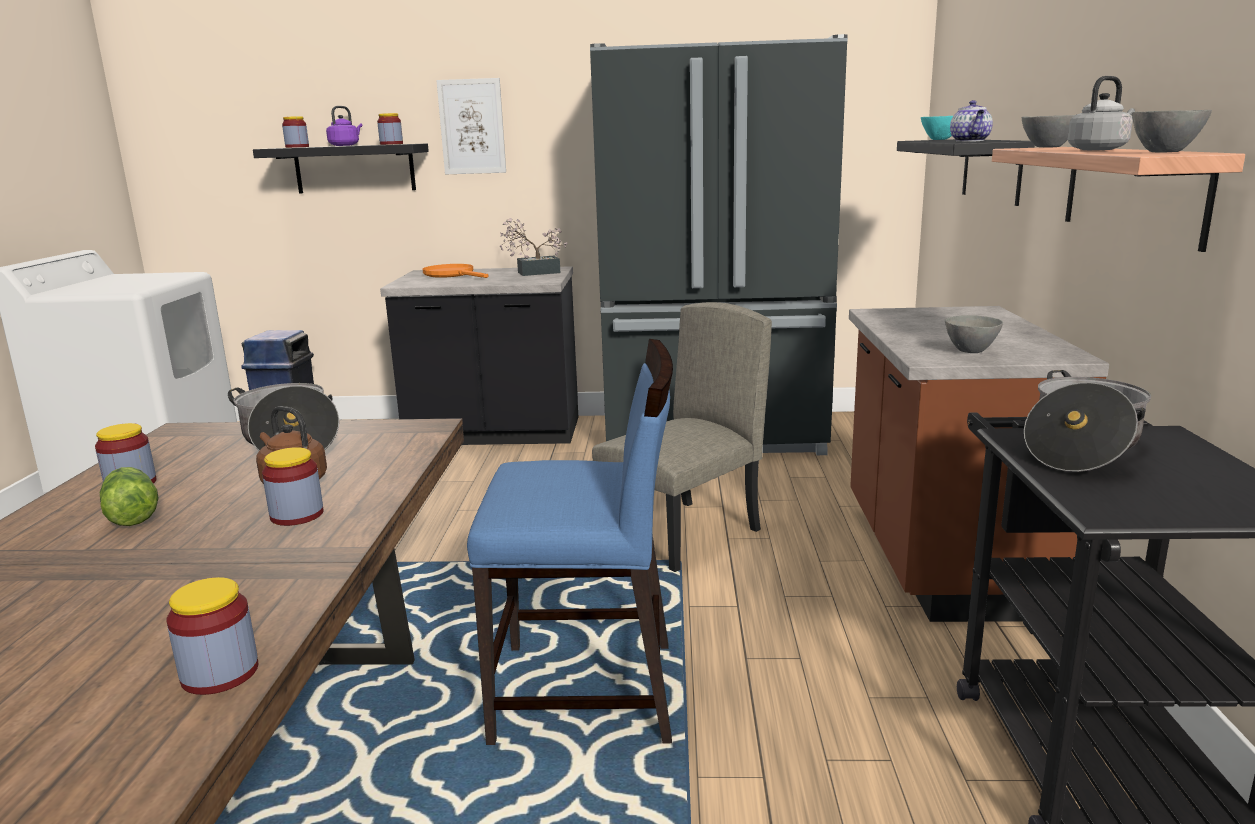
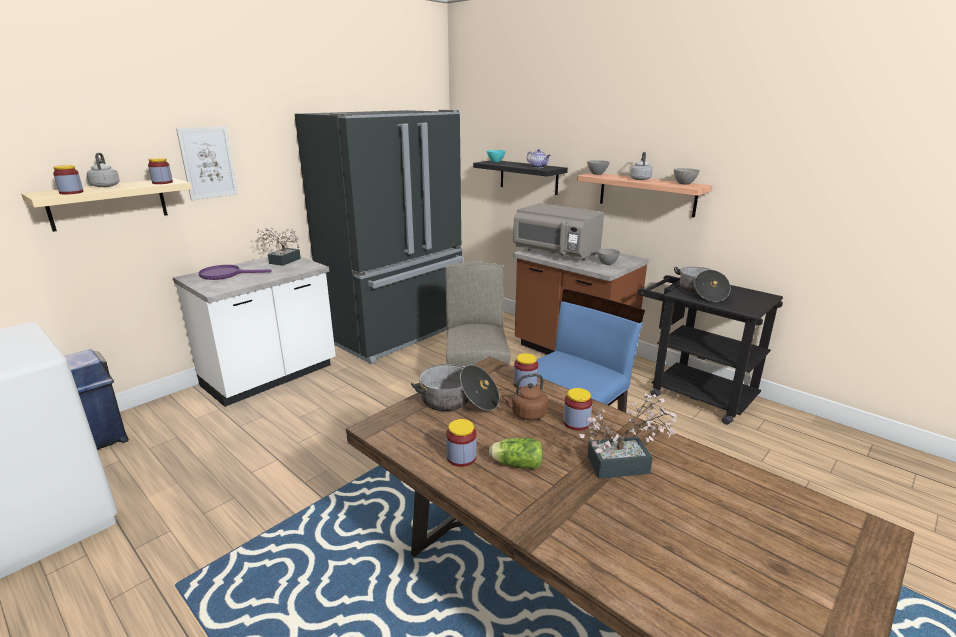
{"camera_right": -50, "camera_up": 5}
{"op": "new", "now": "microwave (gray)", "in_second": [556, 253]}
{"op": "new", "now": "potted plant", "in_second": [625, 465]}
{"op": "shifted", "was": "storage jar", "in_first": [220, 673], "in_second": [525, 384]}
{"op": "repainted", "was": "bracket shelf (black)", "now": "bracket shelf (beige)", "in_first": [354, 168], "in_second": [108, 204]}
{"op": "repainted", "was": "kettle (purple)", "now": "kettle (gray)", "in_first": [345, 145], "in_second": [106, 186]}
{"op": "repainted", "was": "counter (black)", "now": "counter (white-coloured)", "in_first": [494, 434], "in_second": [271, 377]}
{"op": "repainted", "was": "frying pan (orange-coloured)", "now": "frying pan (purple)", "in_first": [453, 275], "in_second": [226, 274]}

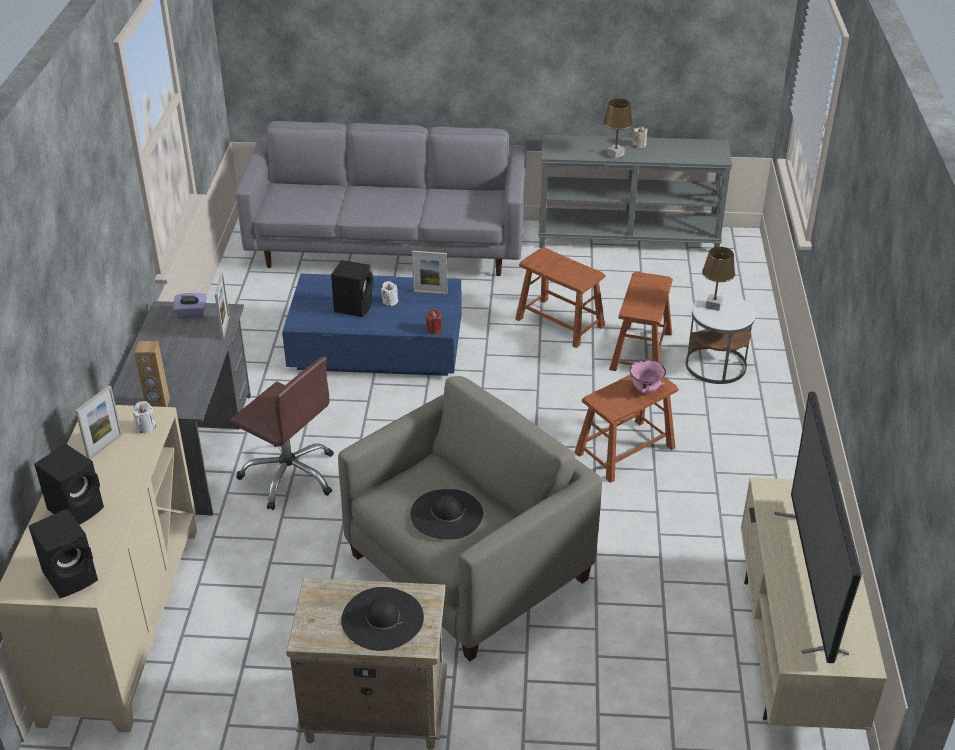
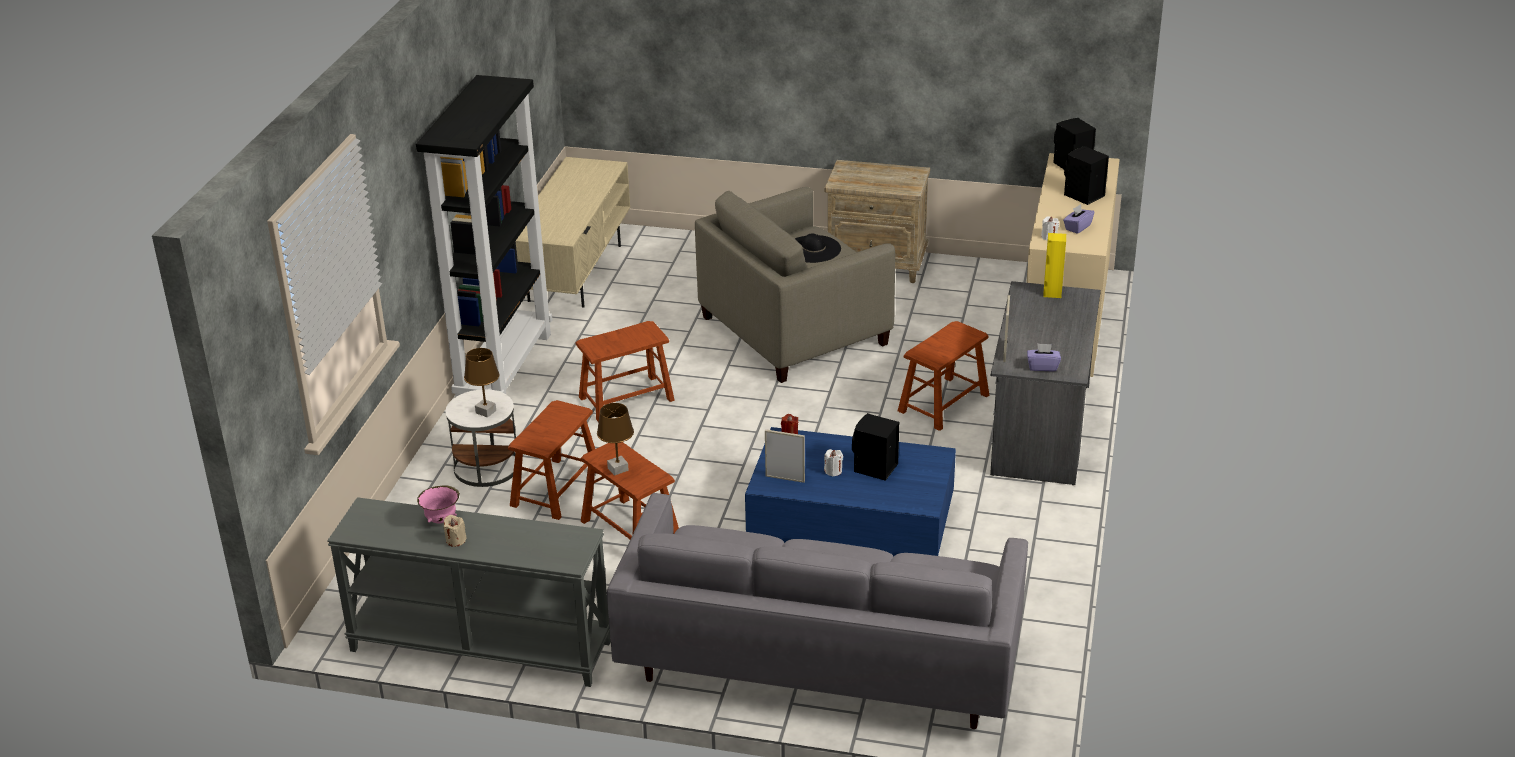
{"camera_right": -170, "camera_up": -5}
{"op": "gone", "was": "hat (black)", "in_first": [382, 618]}
{"op": "gone", "was": "TV", "in_first": [810, 579]}
{"op": "new", "now": "bookcase (black)", "in_second": [504, 368]}
{"op": "shifted", "was": "lamp for a table (brown-coloured)", "in_first": [615, 154], "in_second": [618, 469]}
{"op": "shifted", "was": "deep dish (pink)", "in_first": [645, 389], "in_second": [441, 520]}
{"op": "swapped", "was": "photo frame", "now": "tissue box (purple)", "in_first": [105, 446], "in_second": [1077, 227]}
{"op": "swapped", "was": "office chair (brown-coloured)", "now": "stool (brown-coloured)", "in_first": [290, 475], "in_second": [943, 403]}
{"op": "repainted", "was": "loudspeaker (brown-coloured)", "now": "loudspeaker (yellowish)", "in_first": [158, 404], "in_second": [1052, 293]}

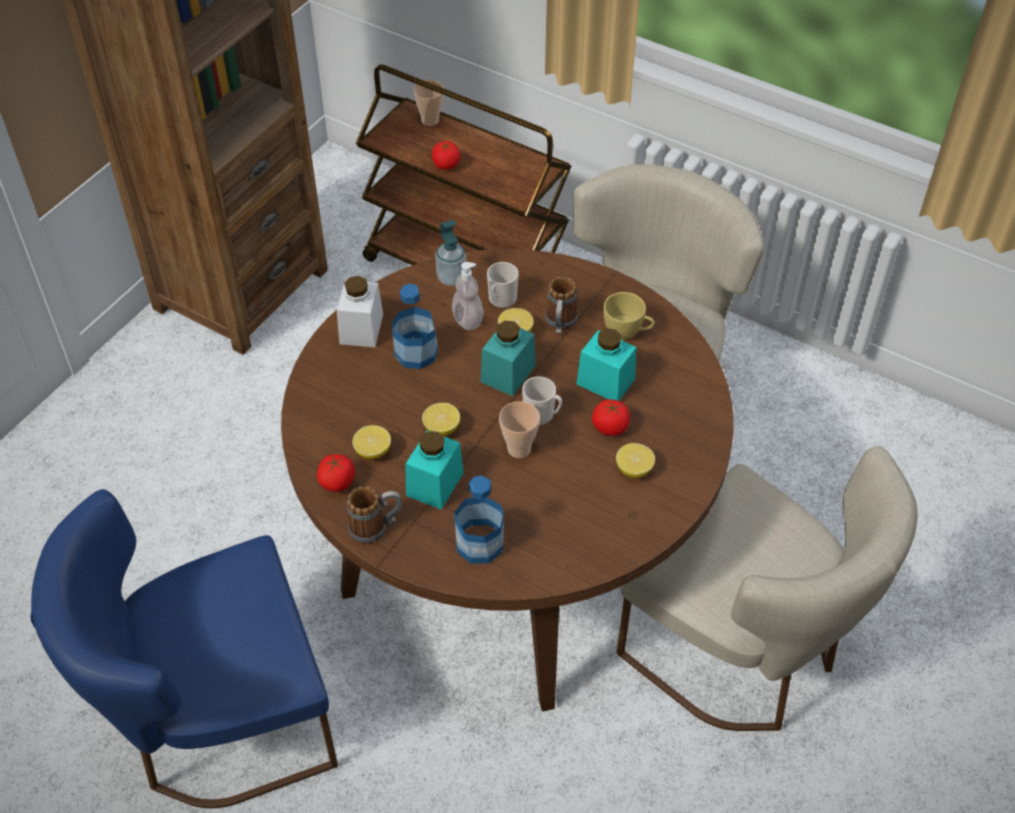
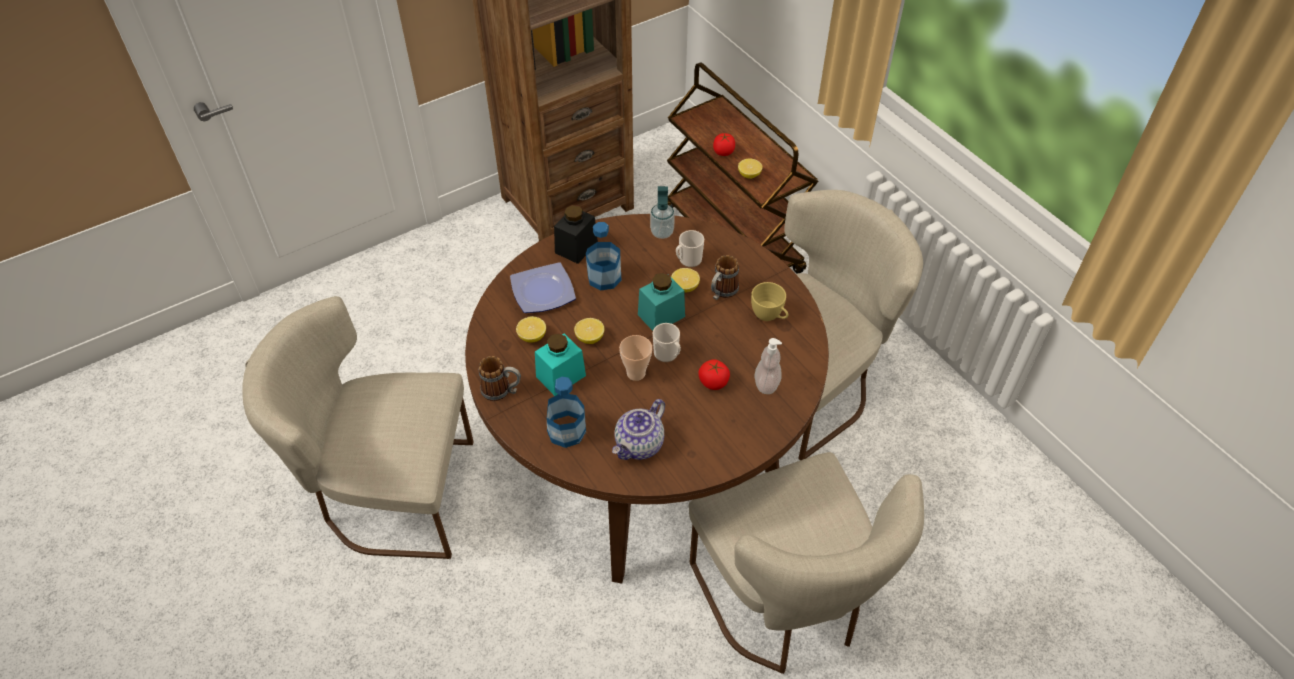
{"camera_right": 25, "camera_up": 0}
{"op": "gone", "was": "tomato", "in_first": [337, 482]}
{"op": "gone", "was": "small cup", "in_first": [430, 120]}
{"op": "gone", "was": "storage jar (blue-green)", "in_first": [605, 381]}
{"op": "new", "now": "flat dish", "in_second": [544, 292]}
{"op": "new", "now": "pot for tea", "in_second": [639, 445]}
{"op": "shifted", "was": "soap bottle", "in_first": [468, 320], "in_second": [766, 384]}
{"op": "shifted", "was": "lemon", "in_first": [634, 469], "in_second": [749, 175]}
{"op": "repainted", "was": "chair (blue)", "now": "chair (beige)", "in_first": [218, 722], "in_second": [390, 494]}
{"op": "repainted", "was": "storage jar (white-coloured)", "now": "storage jar (black)", "in_first": [361, 329], "in_second": [576, 247]}

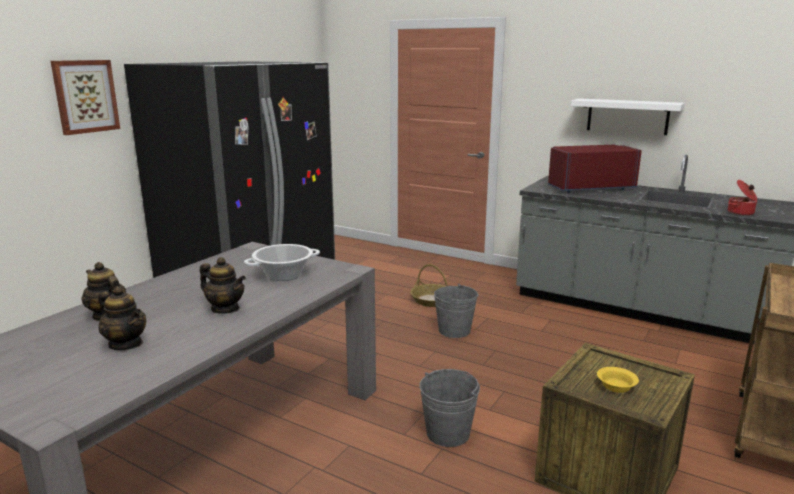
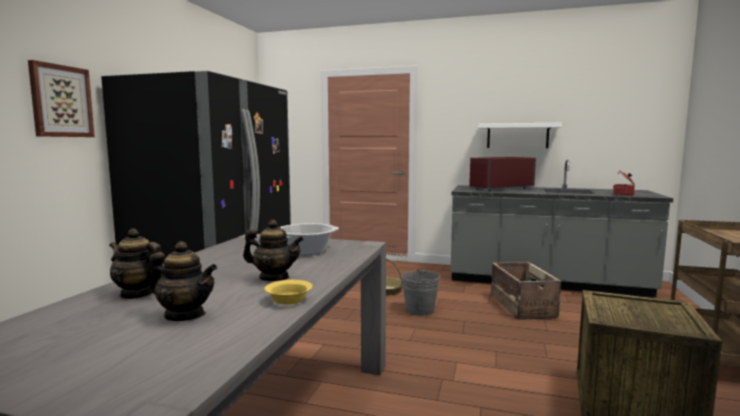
{"camera_right": -15, "camera_up": -10}
{"op": "gone", "was": "pail (gray)", "in_first": [448, 433]}
{"op": "new", "now": "crate", "in_second": [522, 307]}
{"op": "shifted", "was": "deep dish (yellowish)", "in_first": [617, 386], "in_second": [290, 299]}

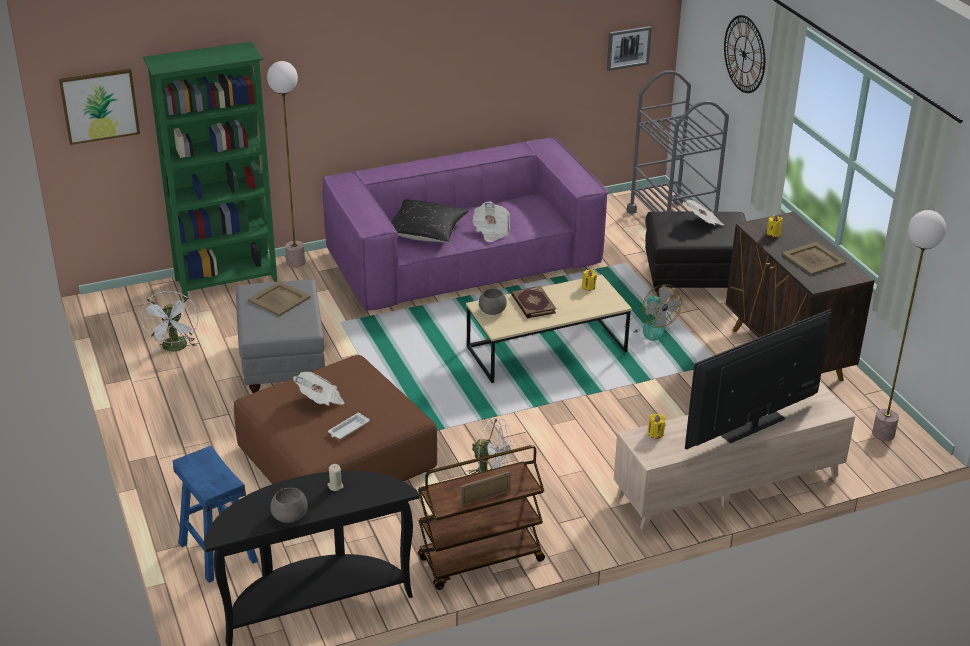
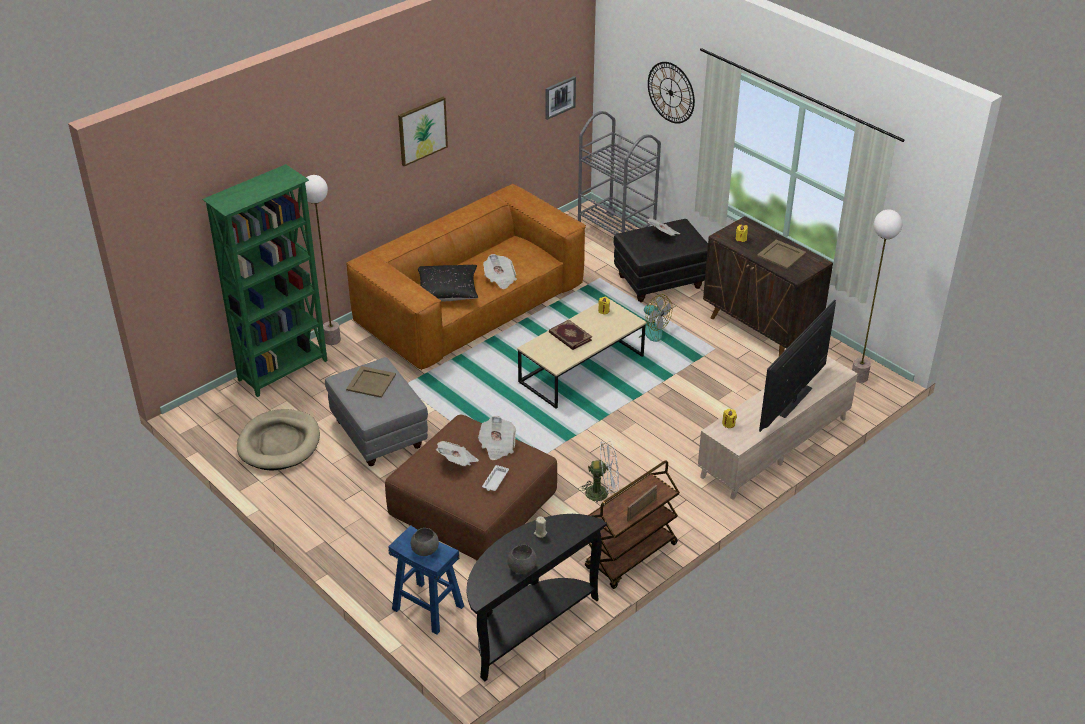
{"camera_right": -20, "camera_up": 5}
{"op": "new", "now": "printed paper", "in_second": [497, 446]}
{"op": "shifted", "was": "wall picture", "in_first": [99, 106], "in_second": [422, 130]}
{"op": "shifted", "was": "deep dish (gray)", "in_first": [492, 311], "in_second": [424, 550]}
{"op": "swapped", "was": "fan (white-coloured)", "now": "dog bed (beige)", "in_first": [175, 348], "in_second": [279, 443]}
{"op": "repainted", "was": "couch (purple)", "now": "couch (brown-coloured)", "in_first": [464, 259], "in_second": [470, 304]}

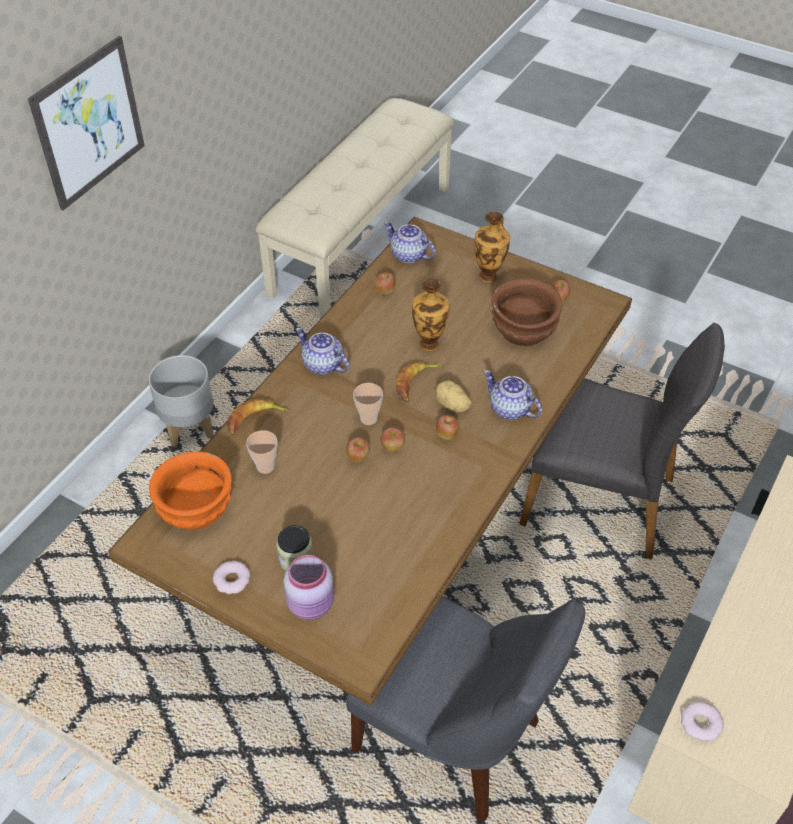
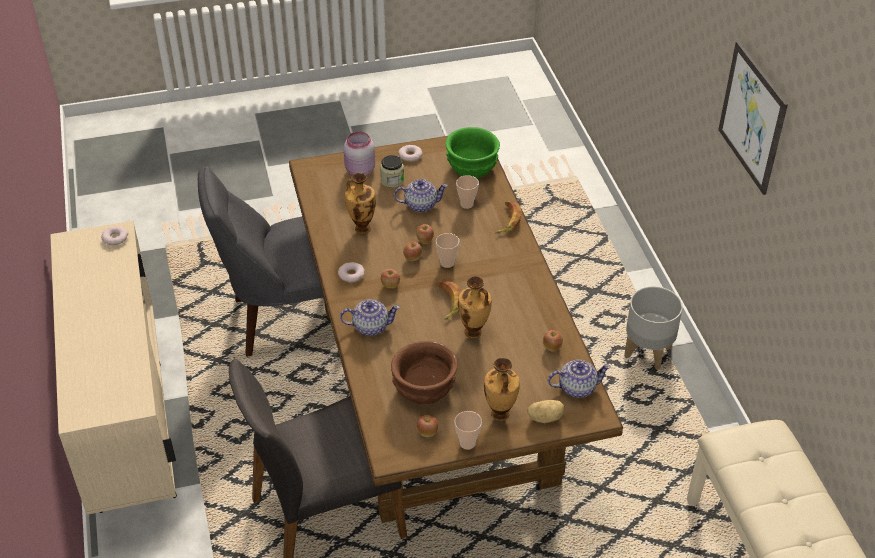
{"camera_right": 135, "camera_up": -5}
{"op": "new", "now": "donut", "in_second": [351, 274]}
{"op": "new", "now": "vase", "in_second": [361, 227]}
{"op": "new", "now": "small cup", "in_second": [467, 443]}
{"op": "shifted", "was": "pot for tea", "in_first": [323, 365], "in_second": [420, 205]}
{"op": "shifted", "was": "spud", "in_first": [452, 405], "in_second": [545, 417]}
{"op": "repainted", "was": "deep dish (orange-coloured)", "now": "deep dish (greenish)", "in_first": [195, 509], "in_second": [472, 166]}

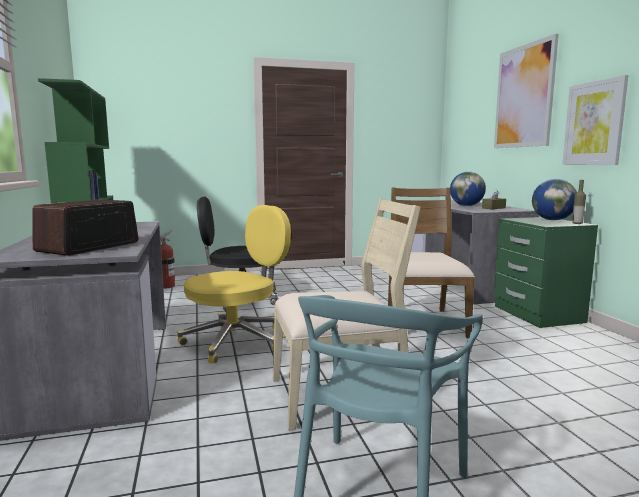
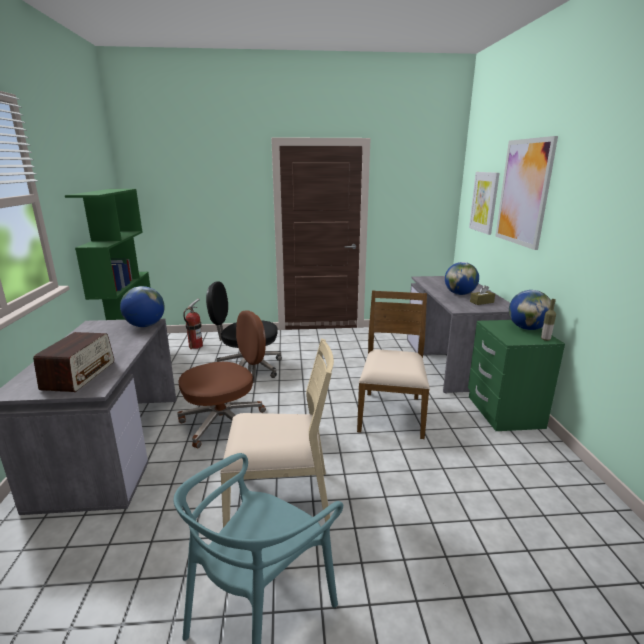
{"camera_right": 10, "camera_up": 10}
{"op": "new", "now": "world globe", "in_second": [145, 325]}
{"op": "shifted", "was": "wall picture", "in_first": [594, 123], "in_second": [484, 202]}
{"op": "repainted", "was": "office chair (yellowish)", "now": "office chair (brown-coloured)", "in_first": [237, 341], "in_second": [225, 422]}
{"op": "rotated", "was": "radio", "in_first": [88, 247], "in_second": [79, 375], "clockwise": 150}

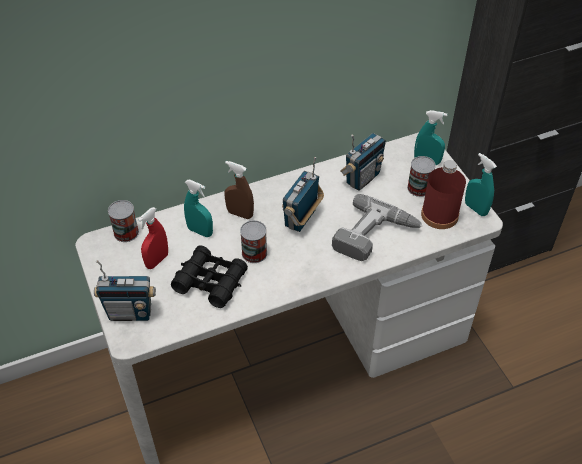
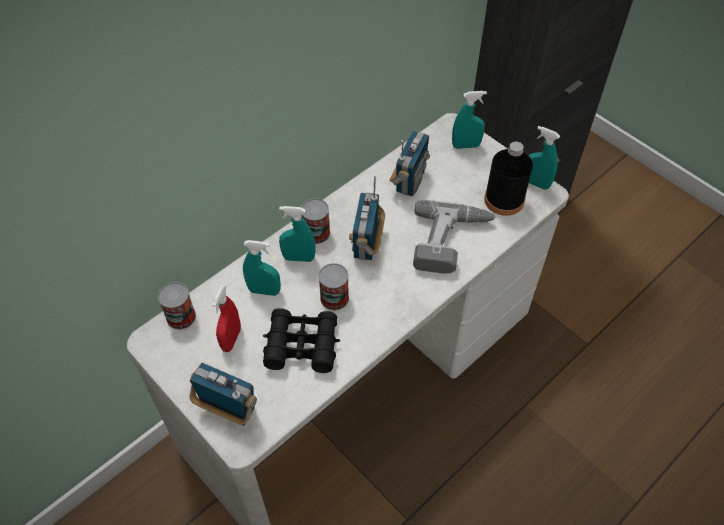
{"camera_right": -20, "camera_up": 5}
{"op": "shifted", "was": "sealed can", "in_first": [419, 188], "in_second": [316, 233]}
{"op": "repainted", "was": "spray bottle (brown-coloured)", "now": "spray bottle (blue-green)", "in_first": [240, 214], "in_second": [299, 258]}
{"op": "repainted", "was": "drink bottle (red-coloured)", "now": "drink bottle (black)", "in_first": [439, 215], "in_second": [504, 200]}
{"op": "rotated", "was": "radio", "in_first": [130, 313], "in_second": [229, 410], "clockwise": -135}

